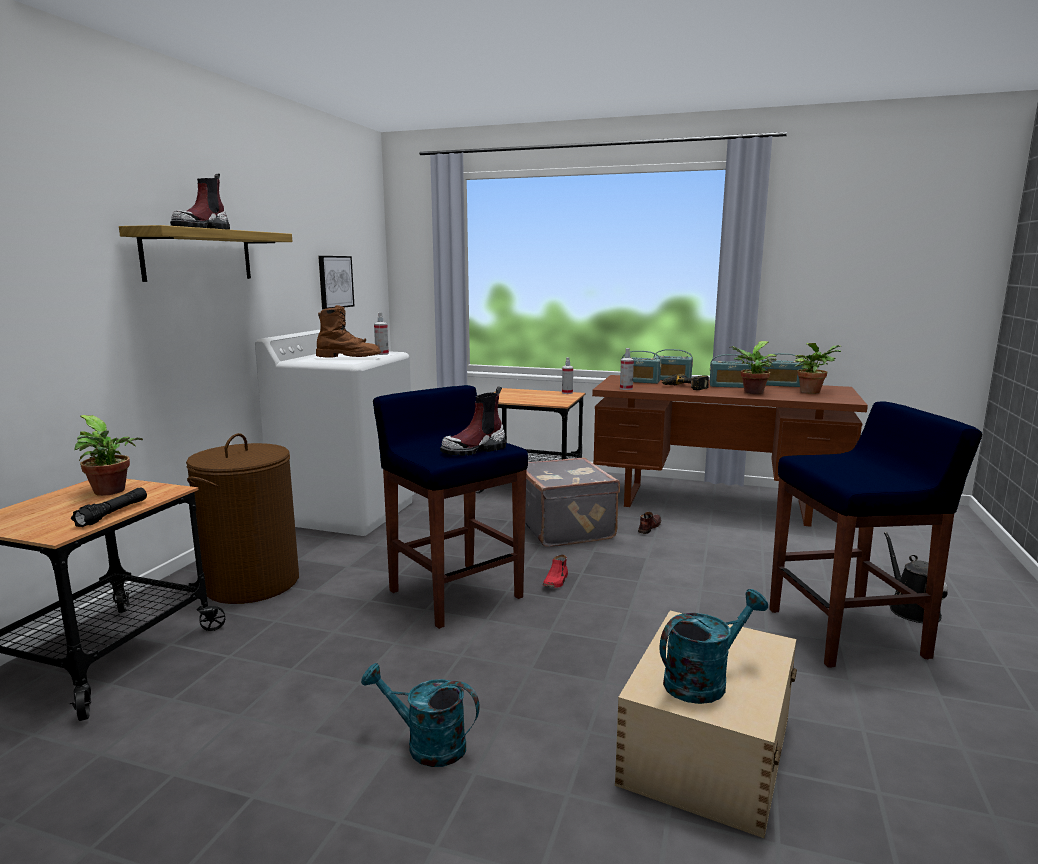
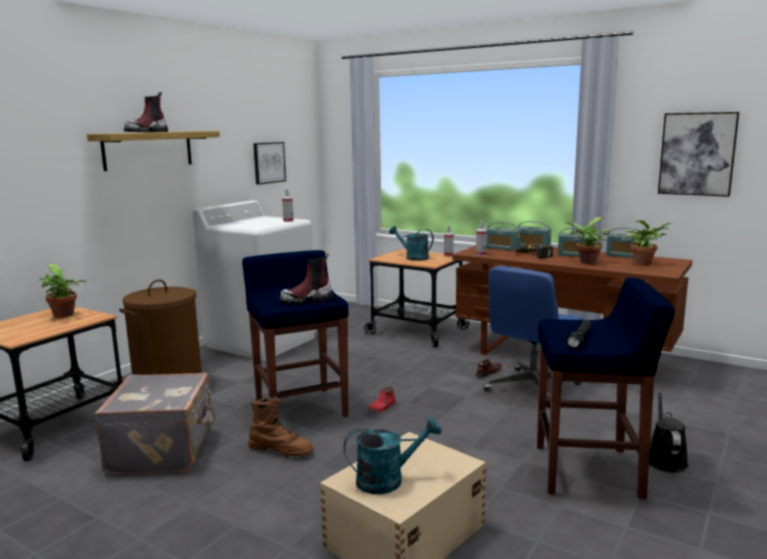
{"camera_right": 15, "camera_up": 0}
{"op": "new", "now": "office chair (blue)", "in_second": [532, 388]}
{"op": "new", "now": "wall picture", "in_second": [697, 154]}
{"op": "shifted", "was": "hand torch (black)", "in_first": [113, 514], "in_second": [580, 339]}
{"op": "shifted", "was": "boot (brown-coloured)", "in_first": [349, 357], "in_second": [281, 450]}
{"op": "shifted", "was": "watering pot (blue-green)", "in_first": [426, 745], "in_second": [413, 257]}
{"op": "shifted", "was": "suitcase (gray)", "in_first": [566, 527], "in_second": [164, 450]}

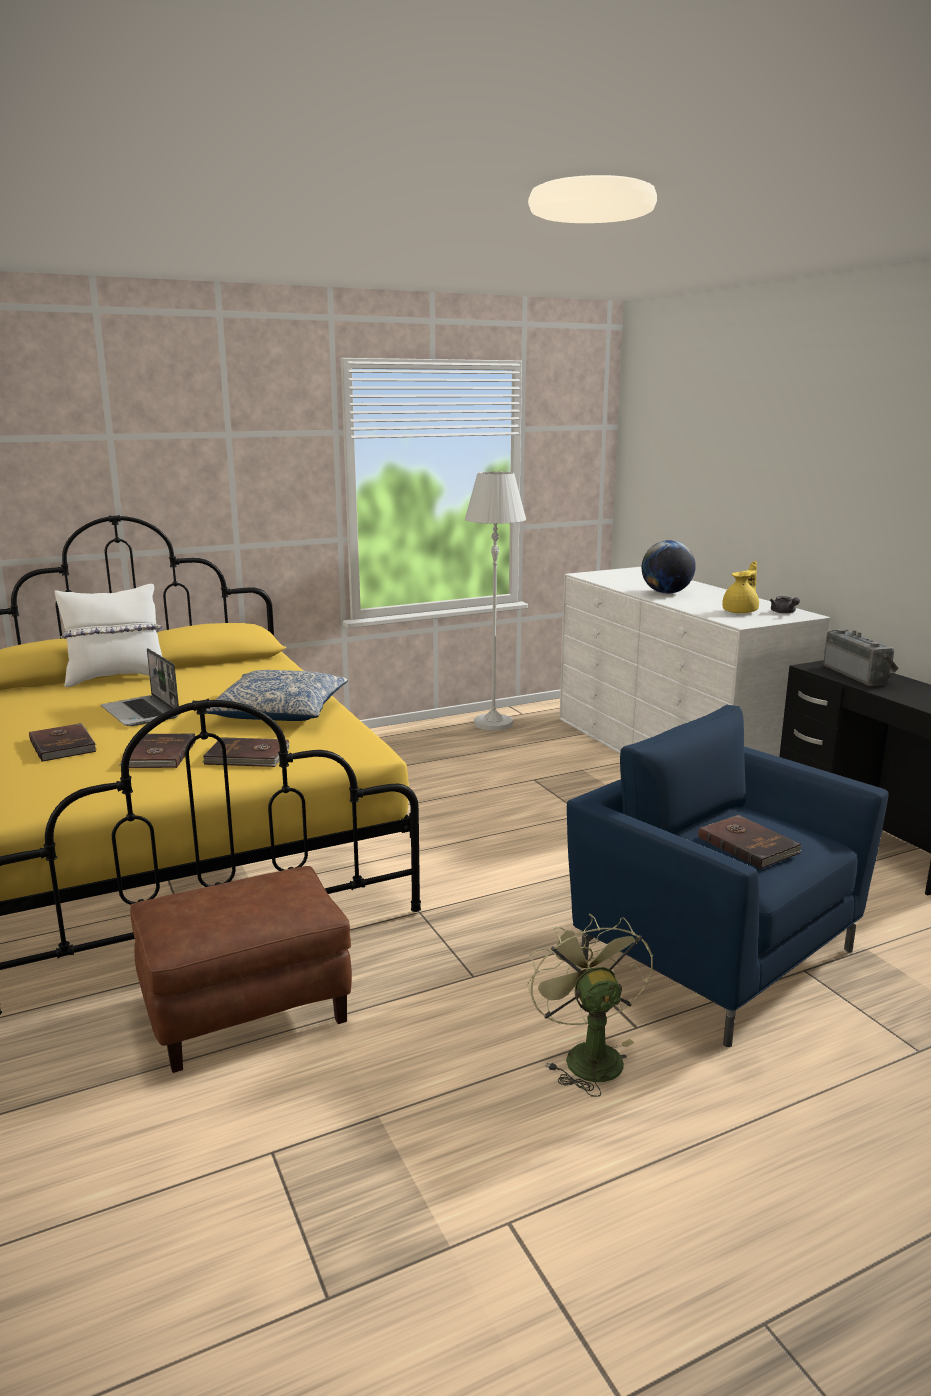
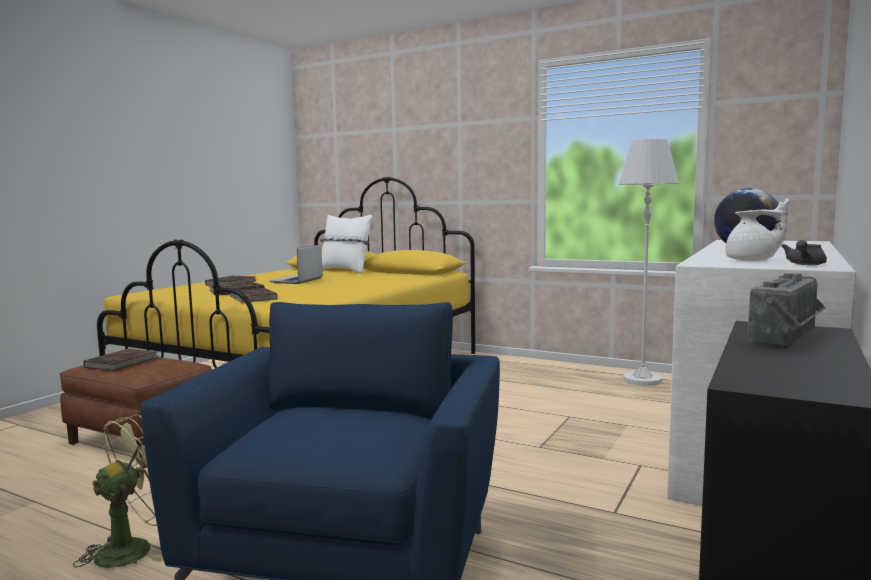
{"camera_right": 55, "camera_up": -10}
{"op": "gone", "was": "pillow", "in_first": [279, 711]}
{"op": "shifted", "was": "volume (brown-coloured)", "in_first": [748, 844], "in_second": [123, 362]}
{"op": "repainted", "was": "pot for tea (yellowish)", "now": "pot for tea (white-coloured)", "in_first": [741, 611], "in_second": [753, 260]}

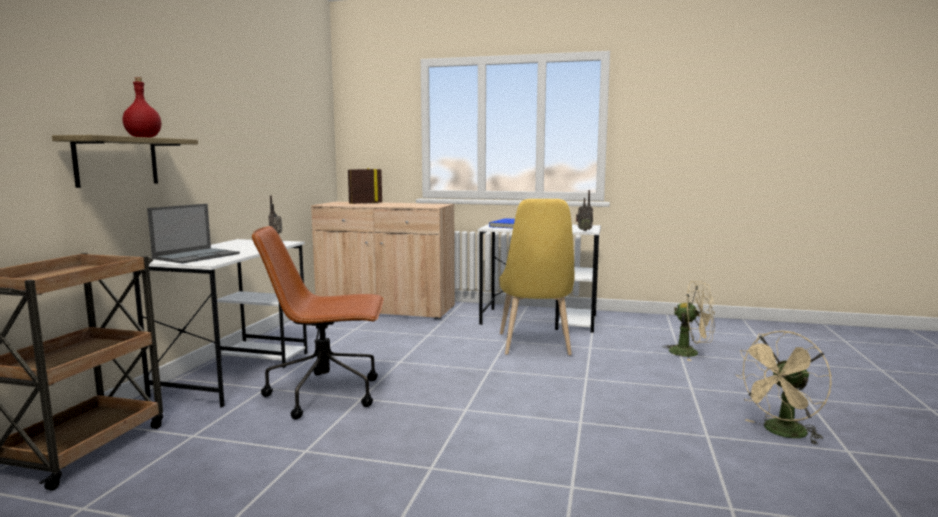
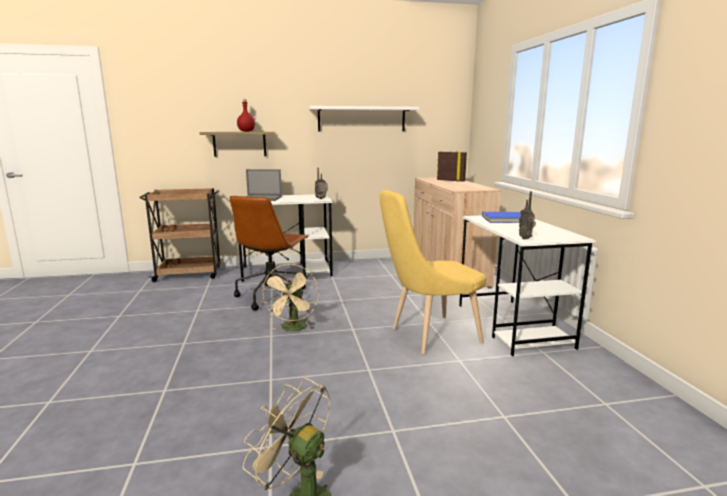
{"camera_right": 65, "camera_up": 5}
{"op": "new", "now": "bracket shelf (white-coloured)", "in_second": [361, 119]}
{"op": "shifted", "was": "fan (beige)", "in_first": [690, 353], "in_second": [293, 329]}
{"op": "rotated", "was": "office chair (brown-coloured)", "in_first": [327, 393], "in_second": [272, 296], "clockwise": -135}

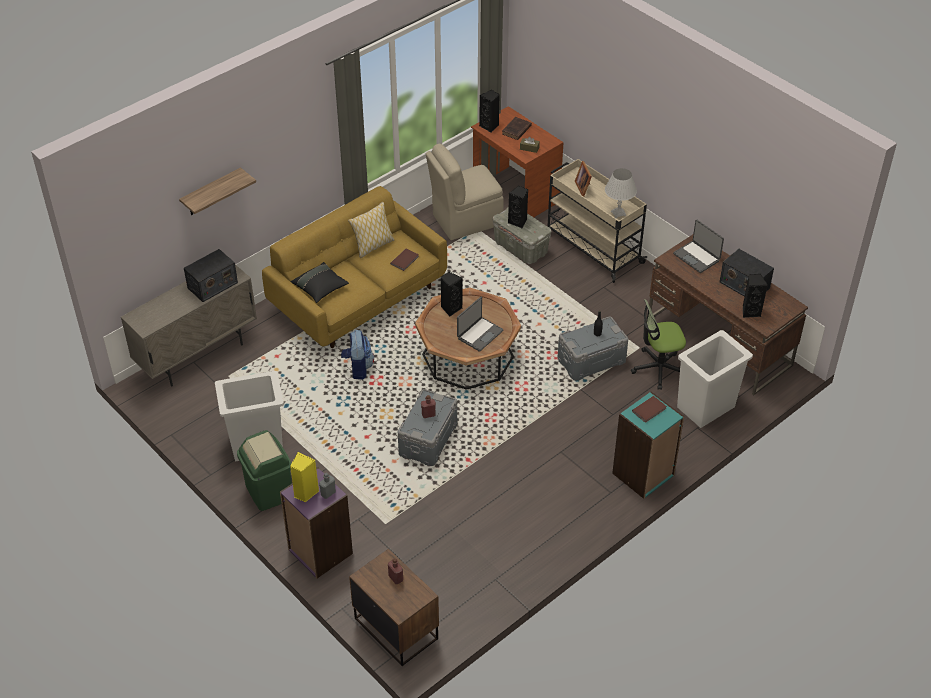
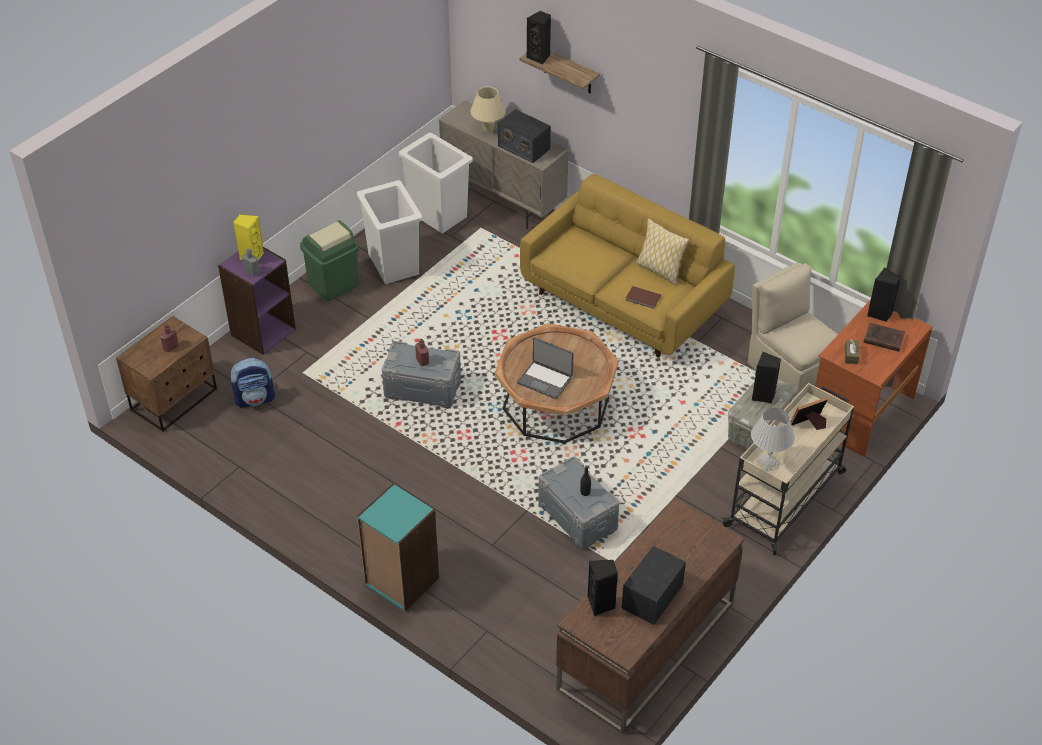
{"camera_right": 80, "camera_up": 0}
{"op": "gone", "was": "pillow (black)", "in_first": [320, 288]}
{"op": "gone", "was": "office chair", "in_first": [658, 368]}
{"op": "gone", "was": "volume (brown-coloured)", "in_first": [650, 410]}
{"op": "gone", "was": "laptop", "in_first": [697, 257]}
{"op": "new", "now": "lamp for a table (beige)", "in_second": [488, 129]}
{"op": "shifted", "was": "backpack", "in_first": [358, 368], "in_second": [255, 399]}
{"op": "shifted", "was": "loudspeaker (black)", "in_first": [451, 308], "in_second": [539, 57]}
{"op": "shifted", "was": "trash can (white-coloured)", "in_first": [706, 407], "in_second": [438, 215]}

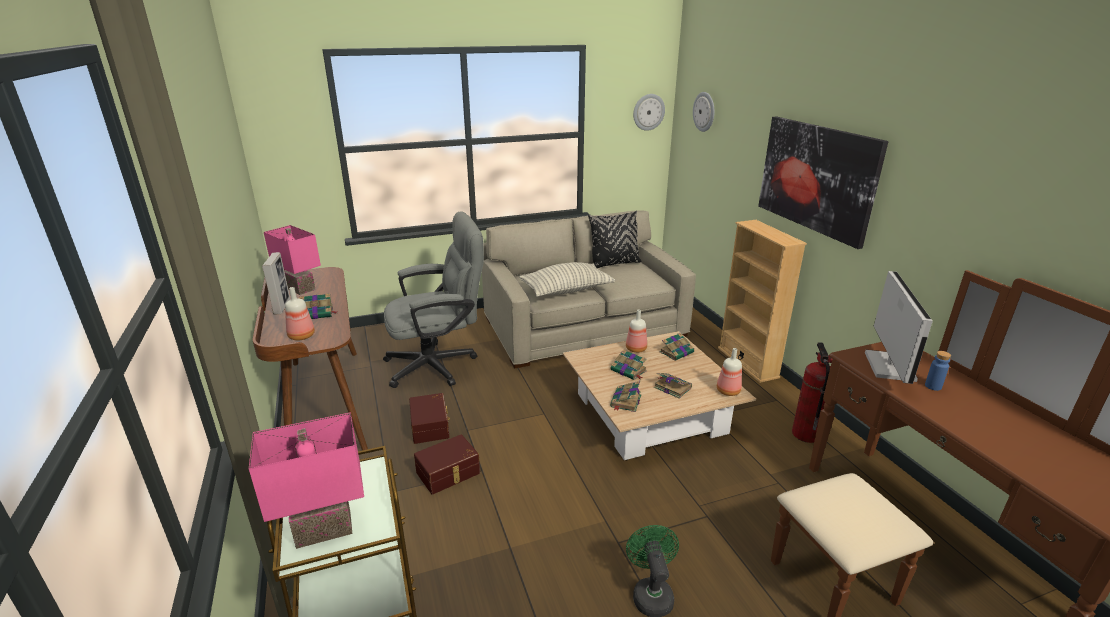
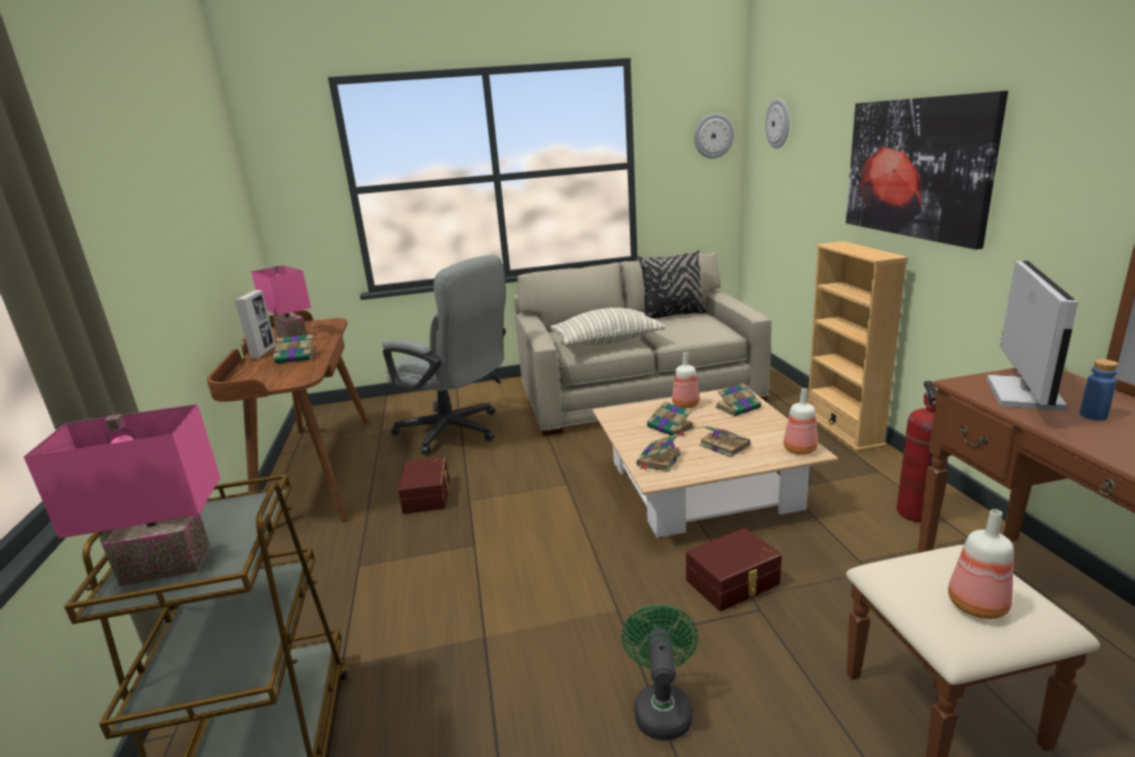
{"camera_right": 10, "camera_up": -5}
{"op": "shifted", "was": "drink bottle", "in_first": [300, 336], "in_second": [976, 606]}
{"op": "shifted", "was": "storage bin (brown-coloured)", "in_first": [449, 473], "in_second": [734, 583]}
{"op": "rotated", "was": "office chair (gray)", "in_first": [439, 364], "in_second": [457, 432], "clockwise": 45}

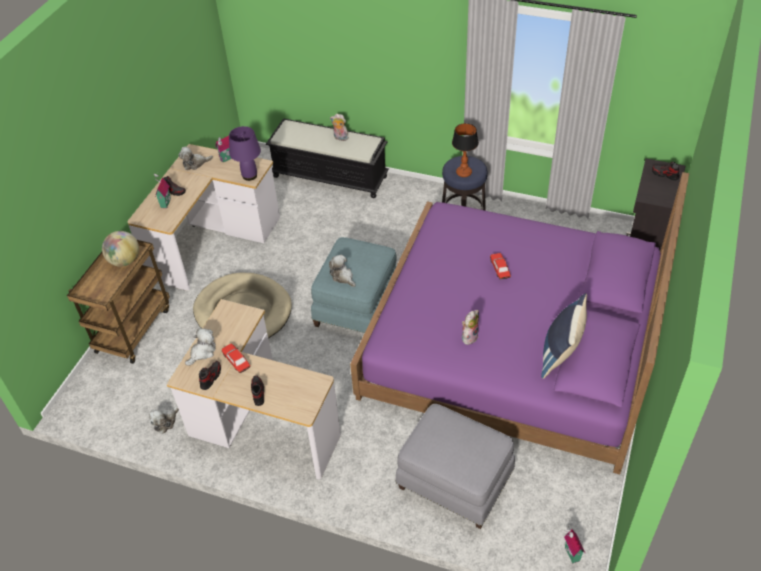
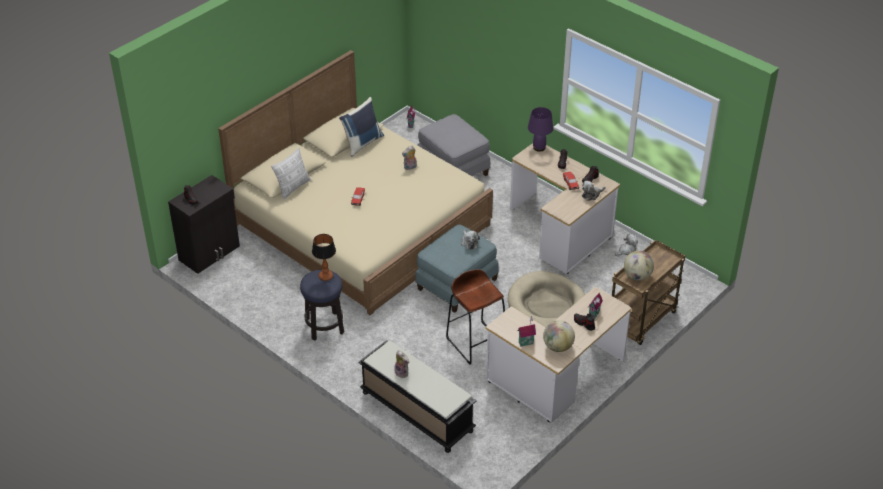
{"camera_right": -160, "camera_up": -5}
{"op": "new", "now": "pillow", "in_second": [293, 188]}
{"op": "new", "now": "stool (brown-coloured)", "in_second": [476, 342]}
{"op": "shifted", "was": "lamp for a table (purple)", "in_first": [249, 175], "in_second": [539, 148]}
{"op": "swapped", "was": "cuddly toy", "now": "world globe", "in_first": [195, 163], "in_second": [558, 347]}
{"op": "repainted", "was": "sleeping bed (purple)", "now": "sleeping bed (beige)", "in_first": [512, 343], "in_second": [361, 224]}

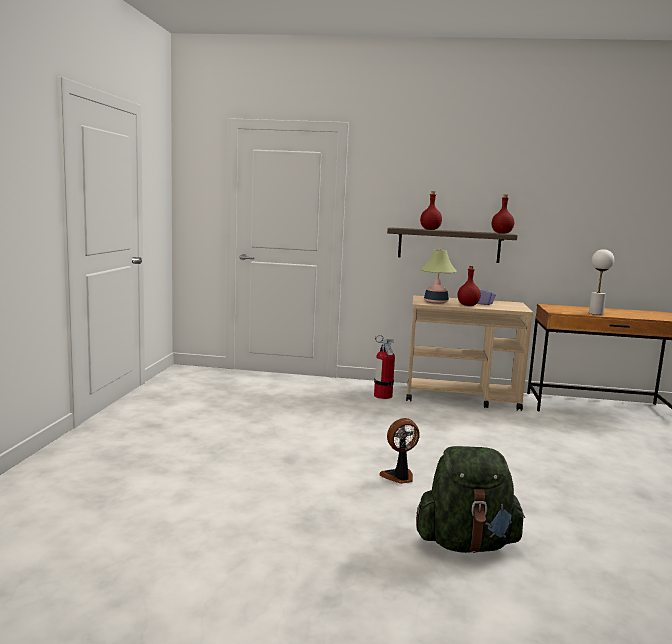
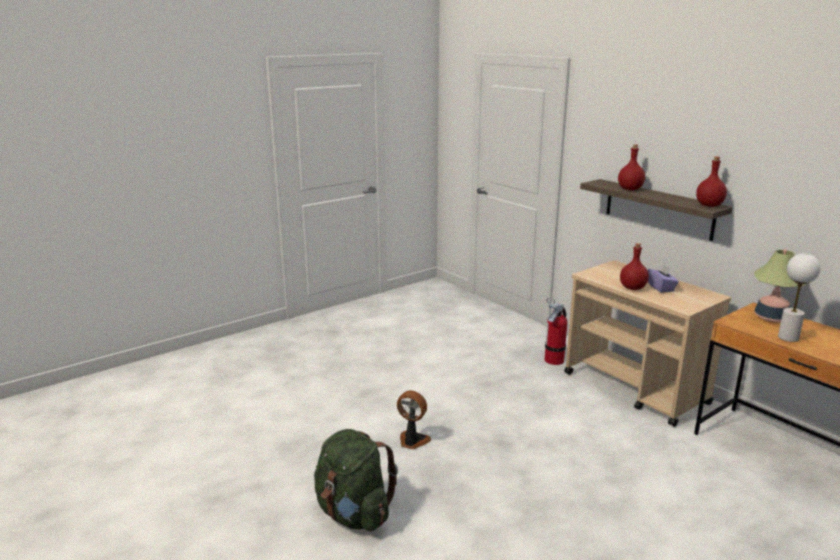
{"camera_right": 45, "camera_up": 10}
{"op": "shifted", "was": "lamp for a table", "in_first": [435, 302], "in_second": [771, 317]}

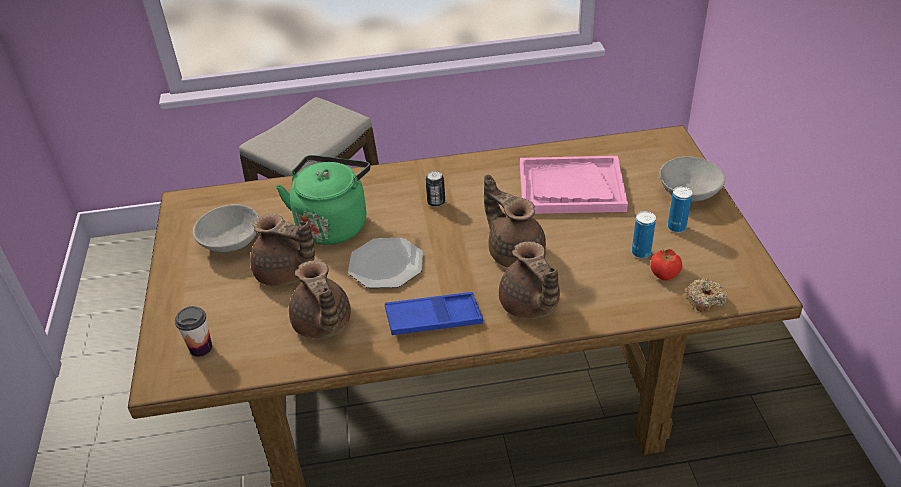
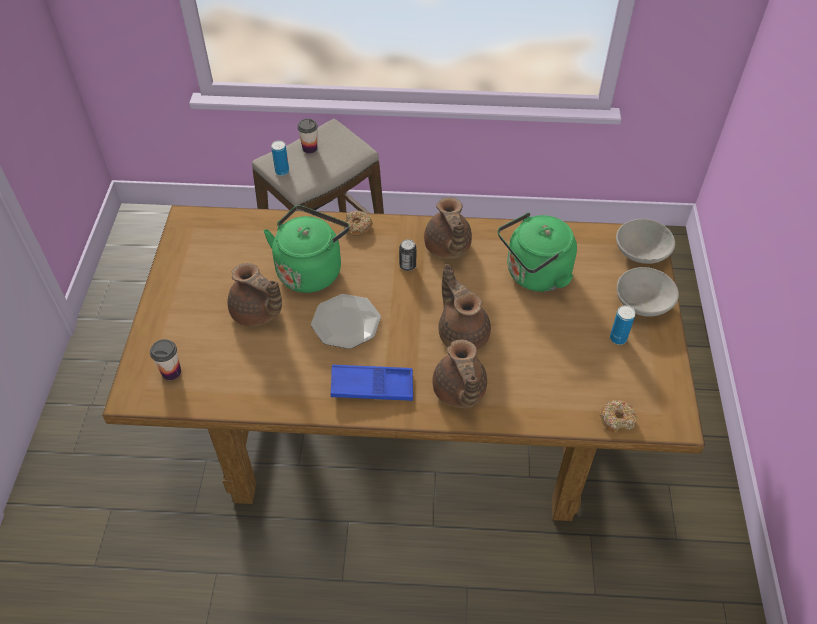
{"camera_right": 10, "camera_up": 10}
{"op": "gone", "was": "tomato", "in_first": [664, 274]}
{"op": "new", "now": "small cup", "in_second": [310, 148]}
{"op": "new", "now": "donut", "in_second": [357, 227]}
{"op": "shifted", "was": "deep dish (gray)", "in_first": [231, 242], "in_second": [641, 253]}
{"op": "shifted", "was": "pot for tea (brown-coloured)", "in_first": [322, 325], "in_second": [447, 248]}
{"op": "shifted", "was": "sealed can", "in_first": [641, 252], "in_second": [282, 171]}
{"op": "swapped", "was": "serving tray (pink)", "now": "kettle (greenish)", "in_first": [571, 188], "in_second": [534, 275]}

